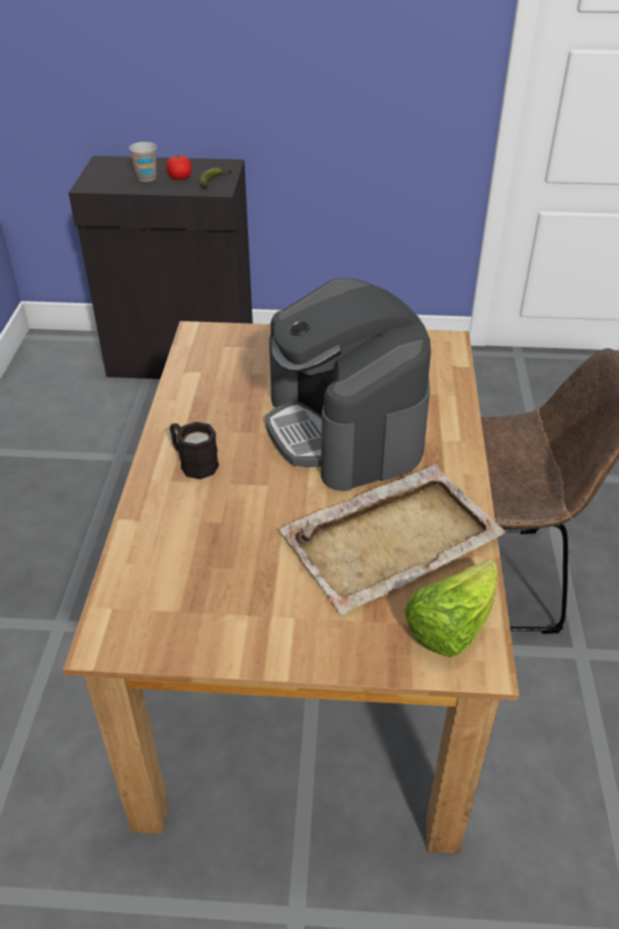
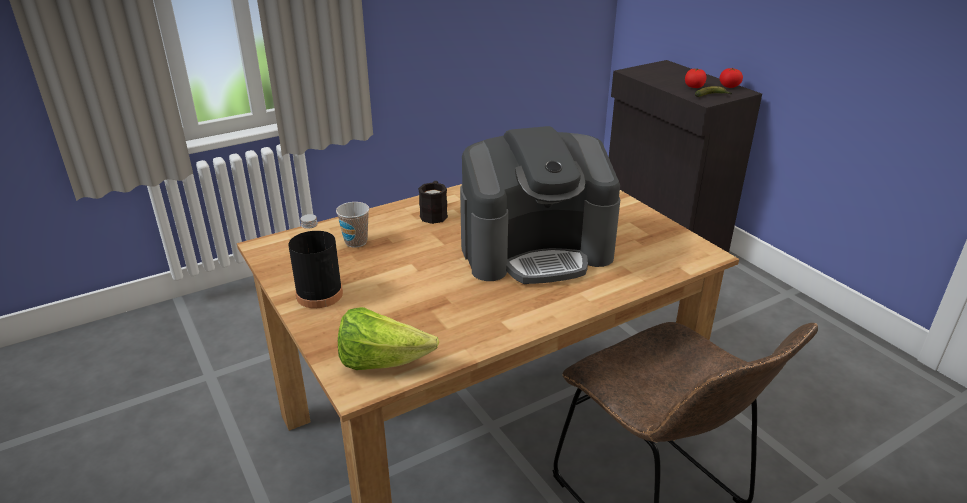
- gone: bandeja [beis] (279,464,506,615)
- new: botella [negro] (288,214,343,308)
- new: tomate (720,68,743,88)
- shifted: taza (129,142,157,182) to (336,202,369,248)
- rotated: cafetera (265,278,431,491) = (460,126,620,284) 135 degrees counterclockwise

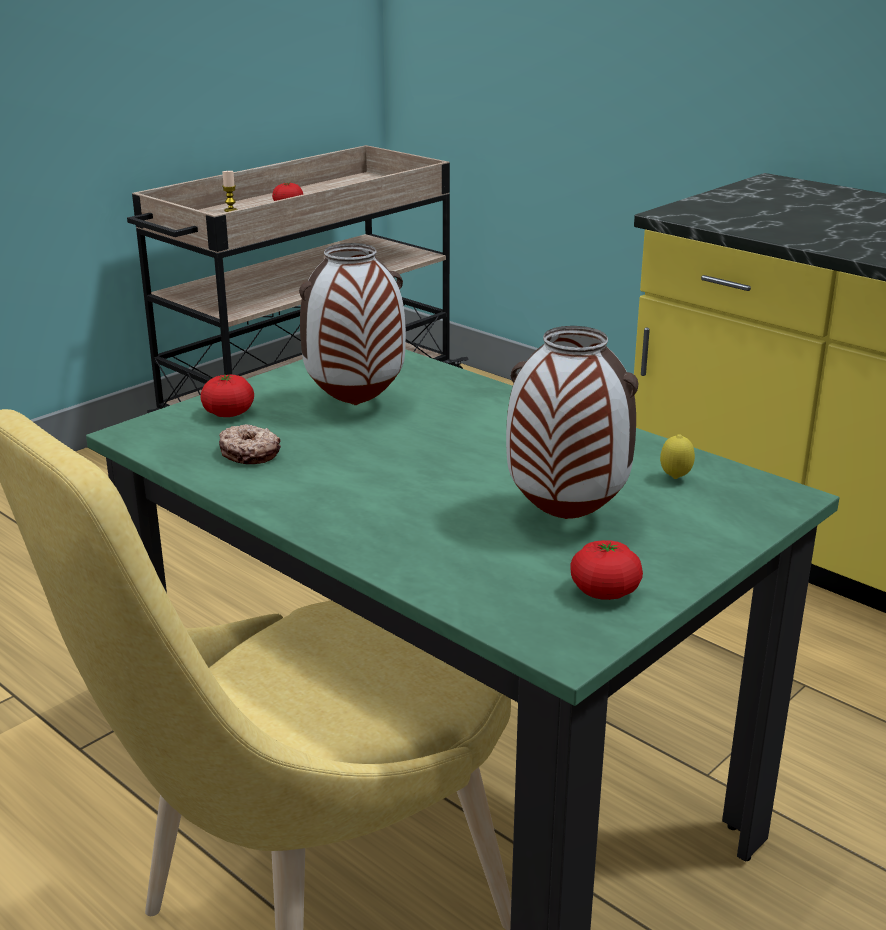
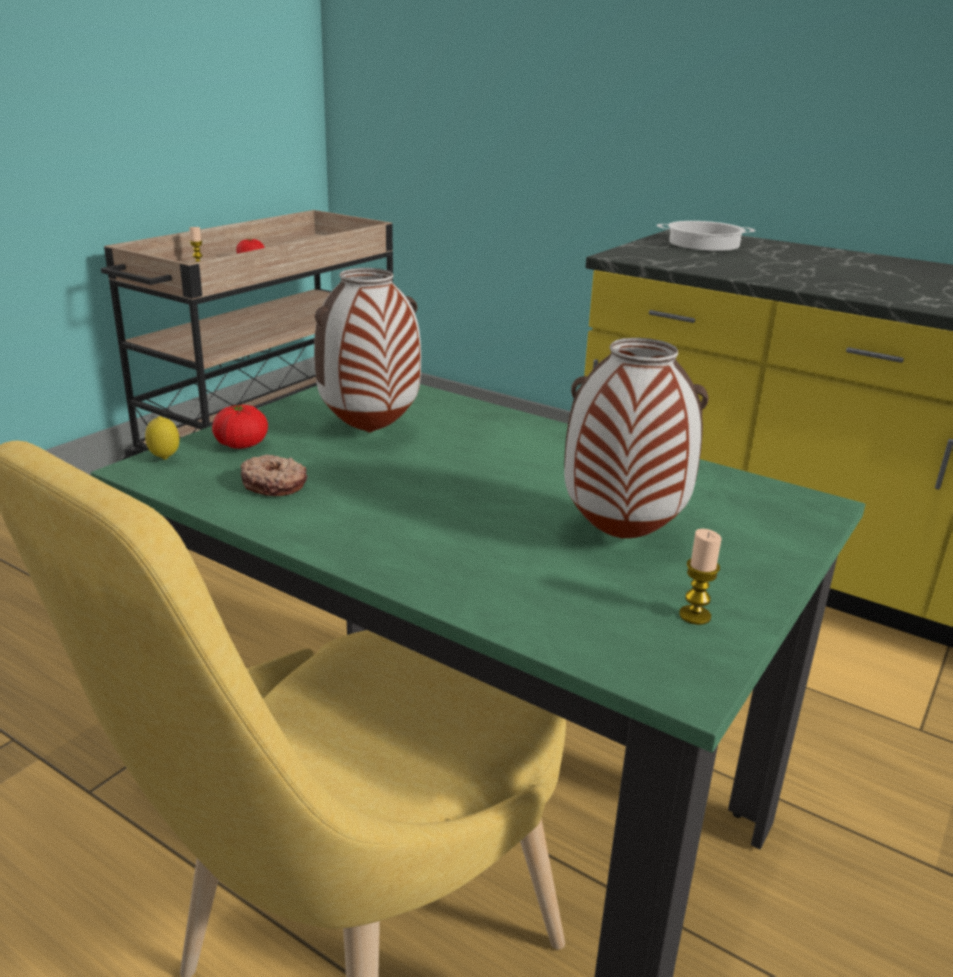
- new: olla (657,221,755,251)
- shifted: limón (660,434,695,479) to (145,416,179,460)
- swapped: tomate (570,540,643,600) to vela (679,529,722,625)

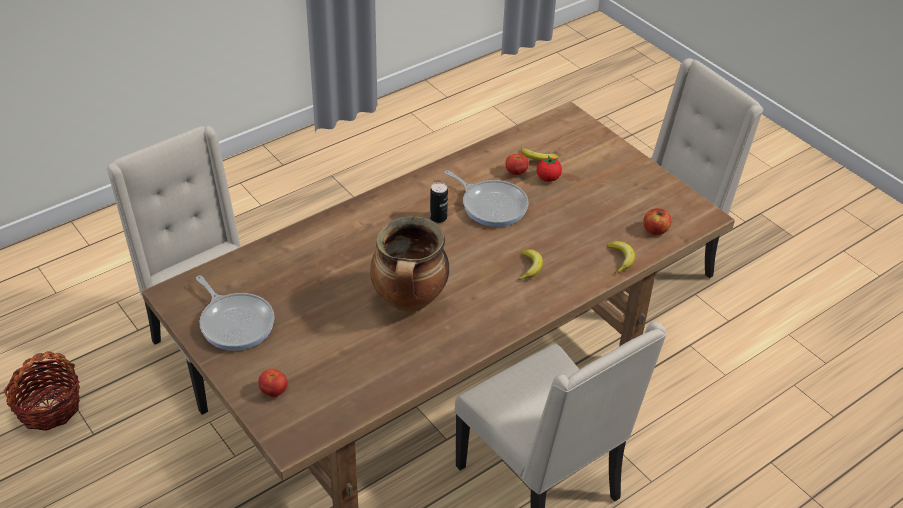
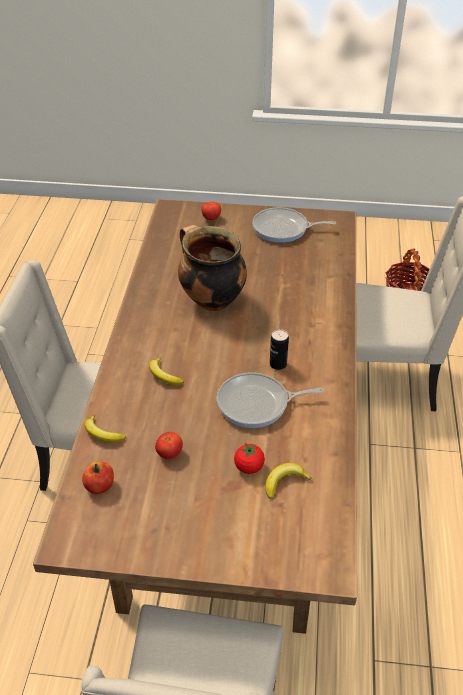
- shifted: tomate (506,154,529,175) to (155,432,183,459)

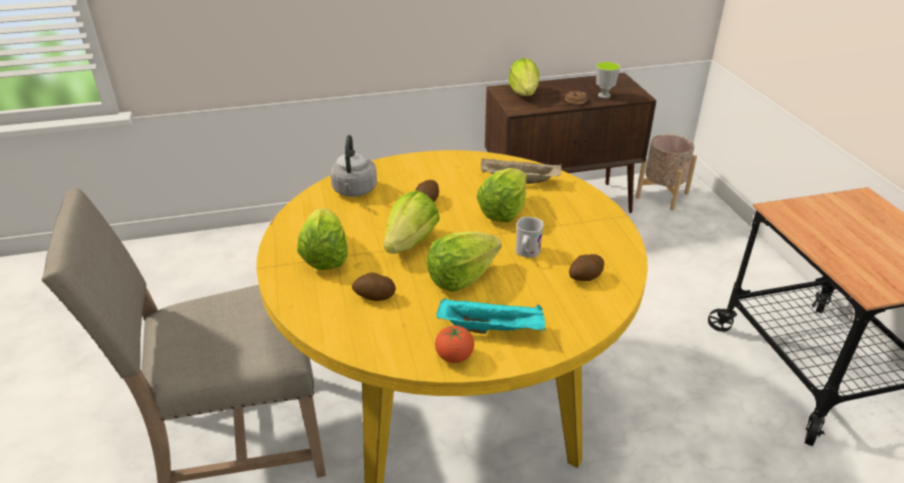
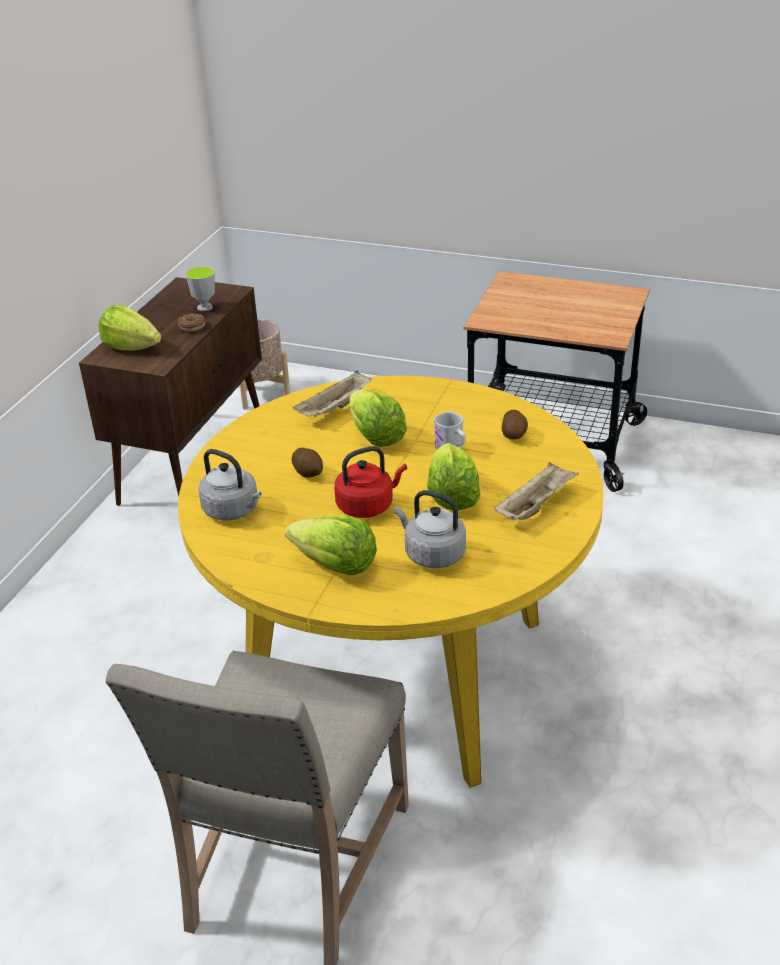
- gone: tomate (435,325,474,363)
- swapped: patata (352,272,396,301) to hervidor [gris] (394,490,466,568)
- swapped: lechuga (384,191,440,254) to hervidor [rojo] (334,446,407,518)
- repainted: bandeja [turquesa] (437,298,545,334) to bandeja [beis] (494,462,579,521)

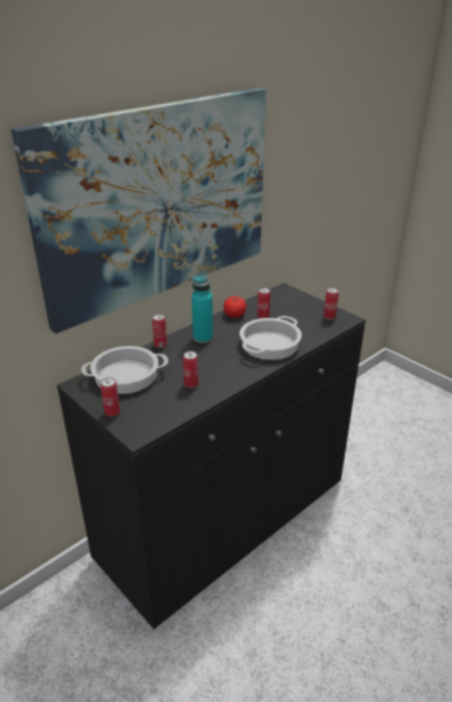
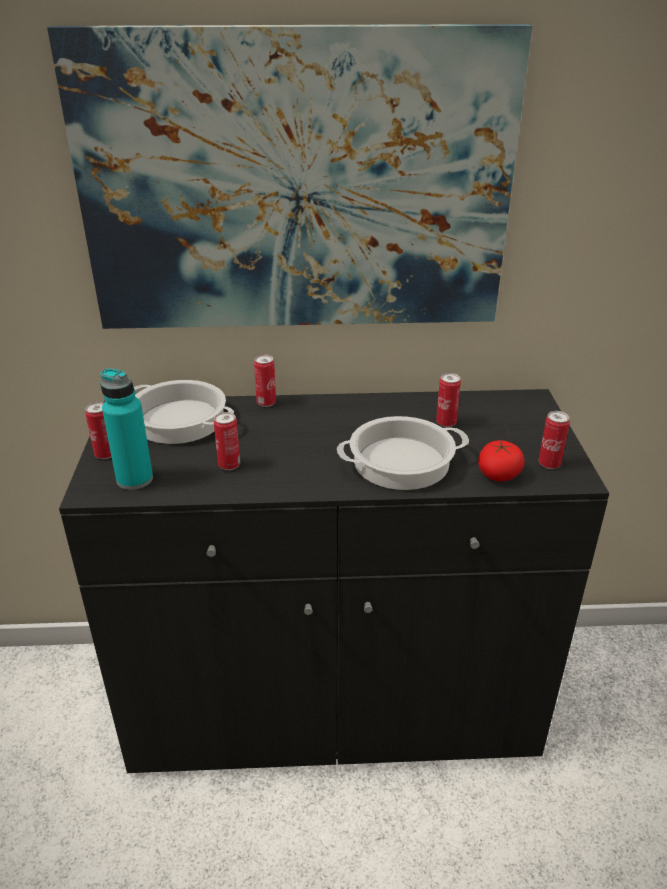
- shifted: botella [turquesa] (192,276,213,343) to (100,368,153,490)
- shifted: tomate (224,296,246,318) to (478,440,525,481)

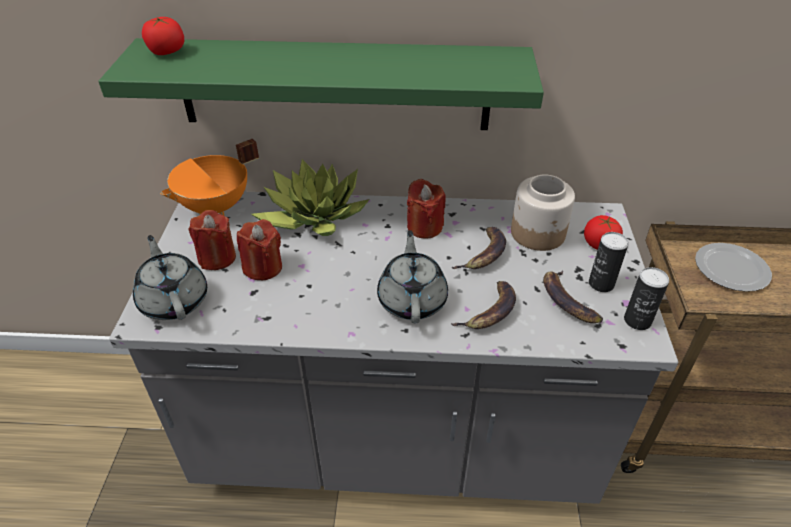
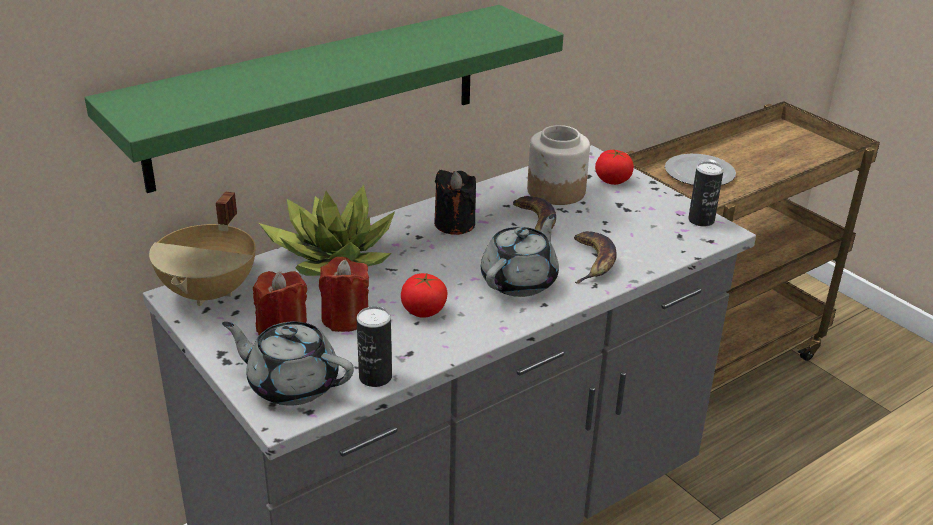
- gone: plátano (543,270,603,323)
- shifted: tomate (142,17,184,55) to (401,273,447,318)
- shifted: lata (589,232,629,292) to (357,306,392,387)
- repainted: olla [naranja] (160,139,259,215) to olla [beis] (149,191,255,306)
- repainted: vela [rojo] (407,179,446,238) to vela [negro] (434,170,476,235)
- rotated: tetera [gris] (377,230,448,324) = (481,214,559,297) 75 degrees clockwise

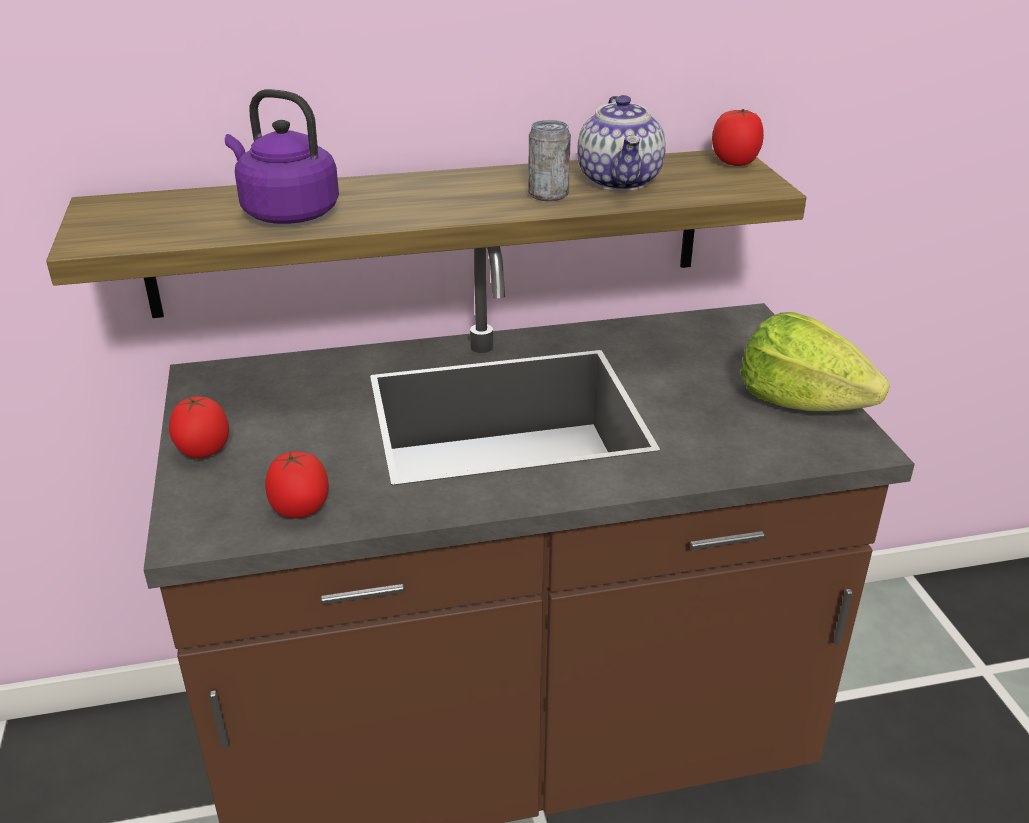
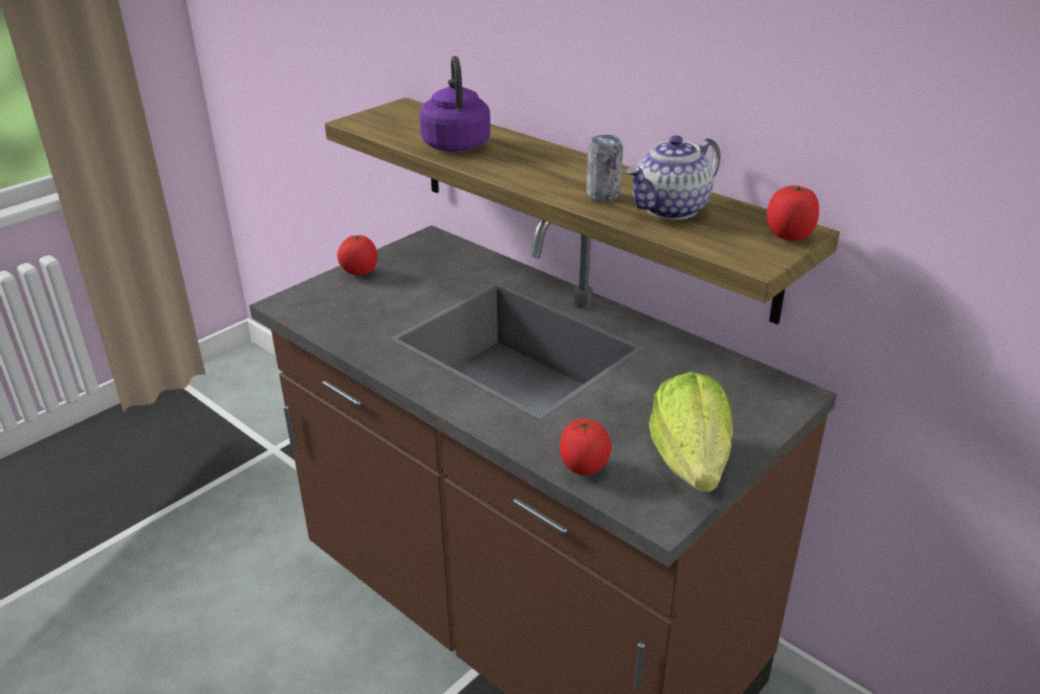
- shifted: tomate (265,451,329,518) to (560,419,612,475)

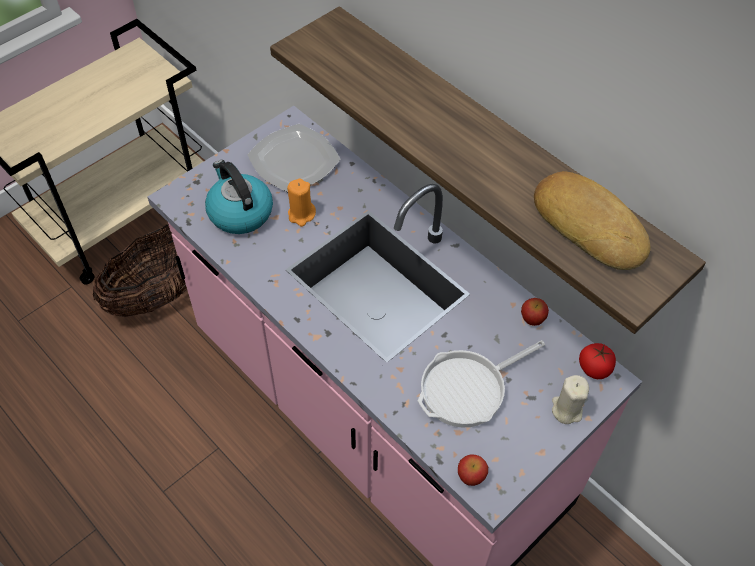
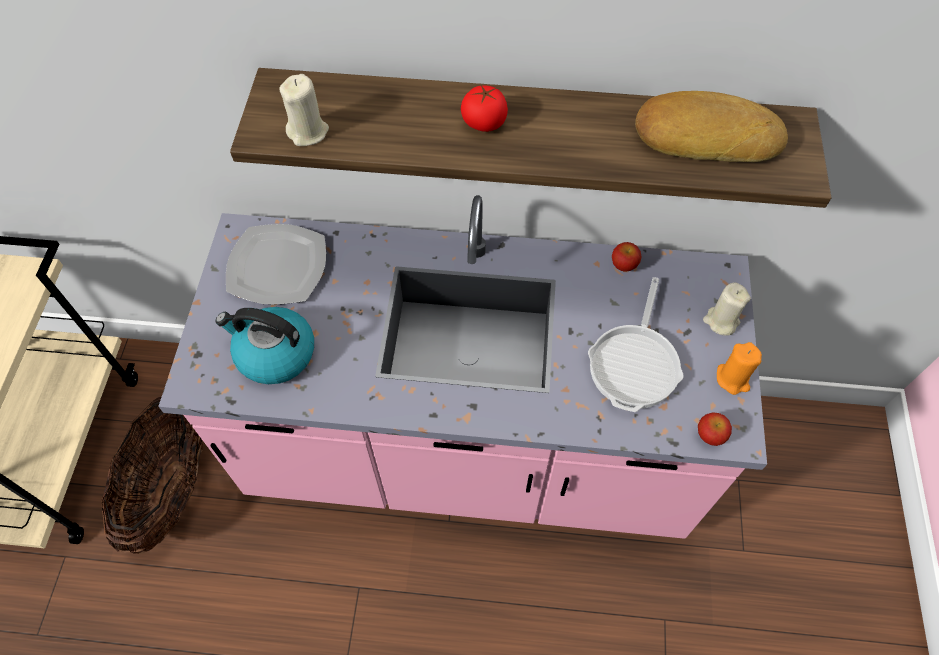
- new: vela [beis] (279,74,329,146)
- shifted: vela [naranja] (287,178,316,226) to (717,342,762,395)
- shifted: tomate (579,343,616,379) to (461,85,508,132)

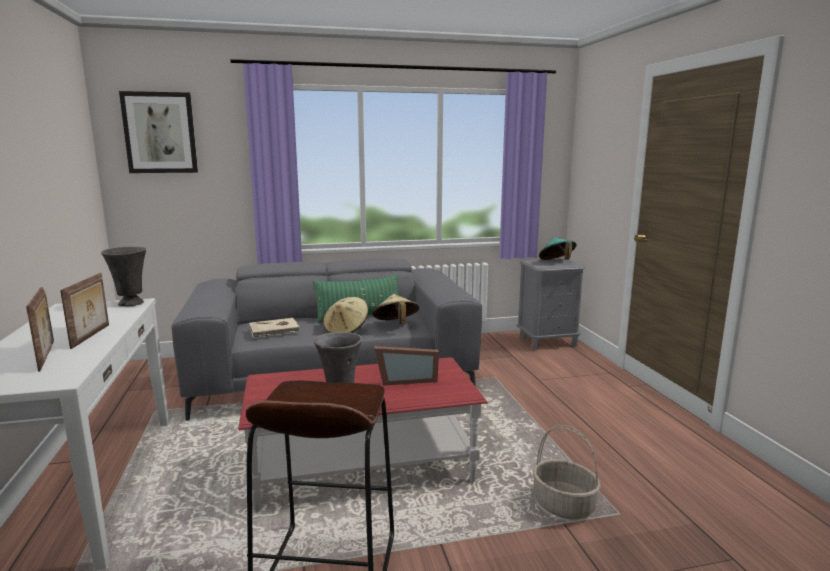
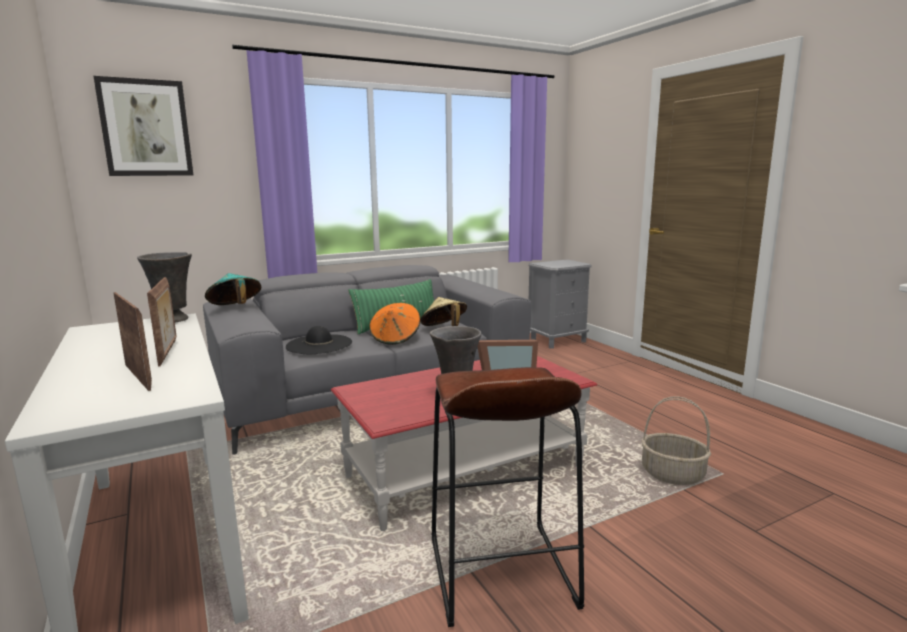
- shifted: sombrero [turquesa] (539,238,577,260) to (205,273,262,305)
- swapped: libro [beis] (249,318,301,338) to sombrero [negro] (286,326,352,354)
- repainted: sombrero [beis] (323,297,368,333) to sombrero [naranja] (369,303,420,345)

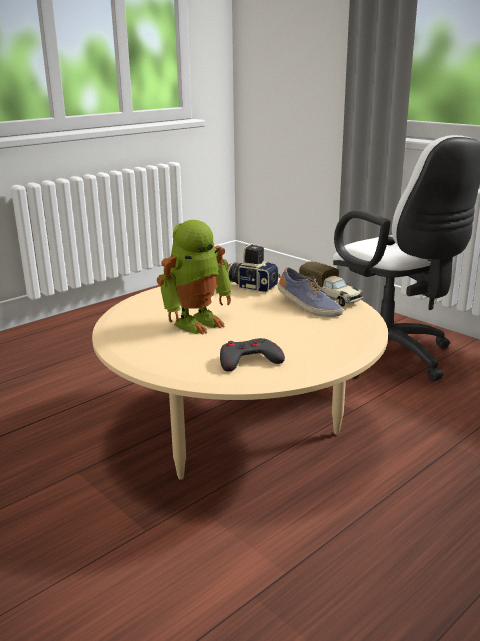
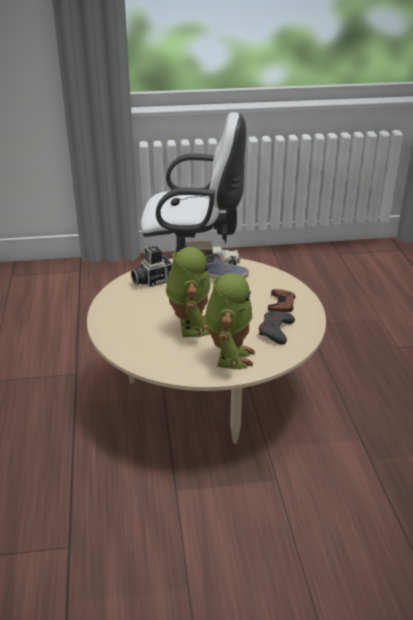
- new: robot de juguete (205,273,255,369)
- new: mando de consola [marrón] (268,289,295,312)

